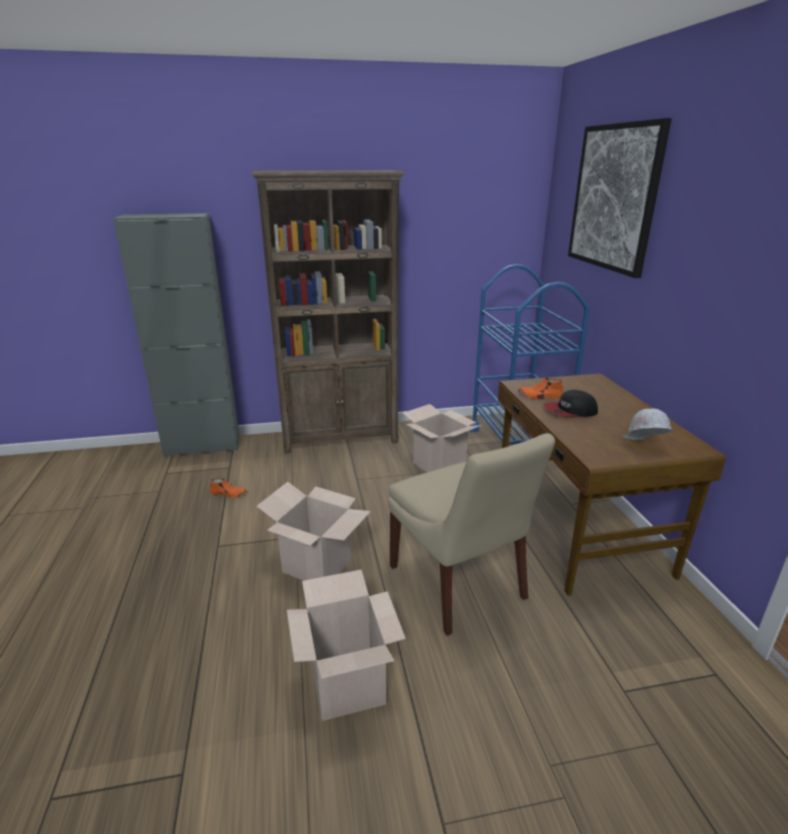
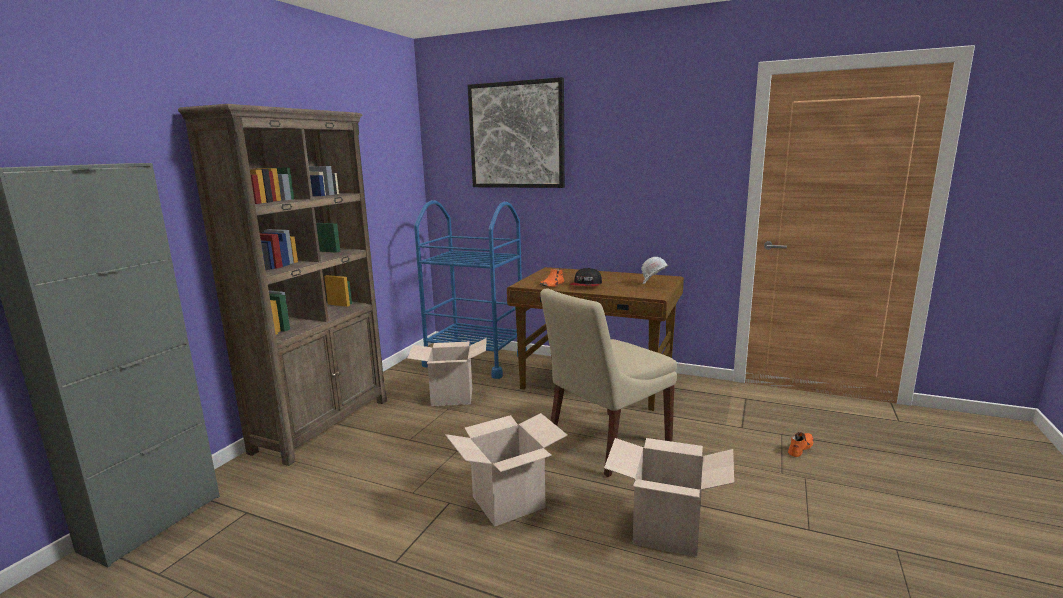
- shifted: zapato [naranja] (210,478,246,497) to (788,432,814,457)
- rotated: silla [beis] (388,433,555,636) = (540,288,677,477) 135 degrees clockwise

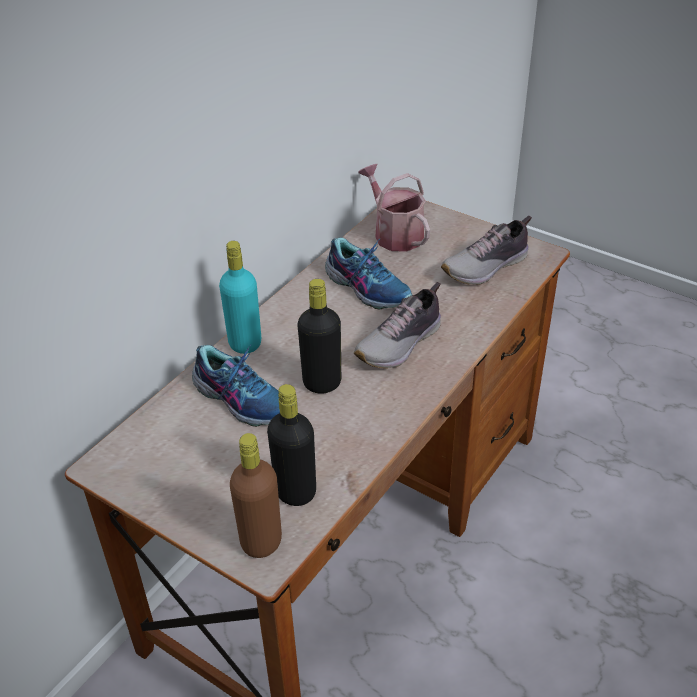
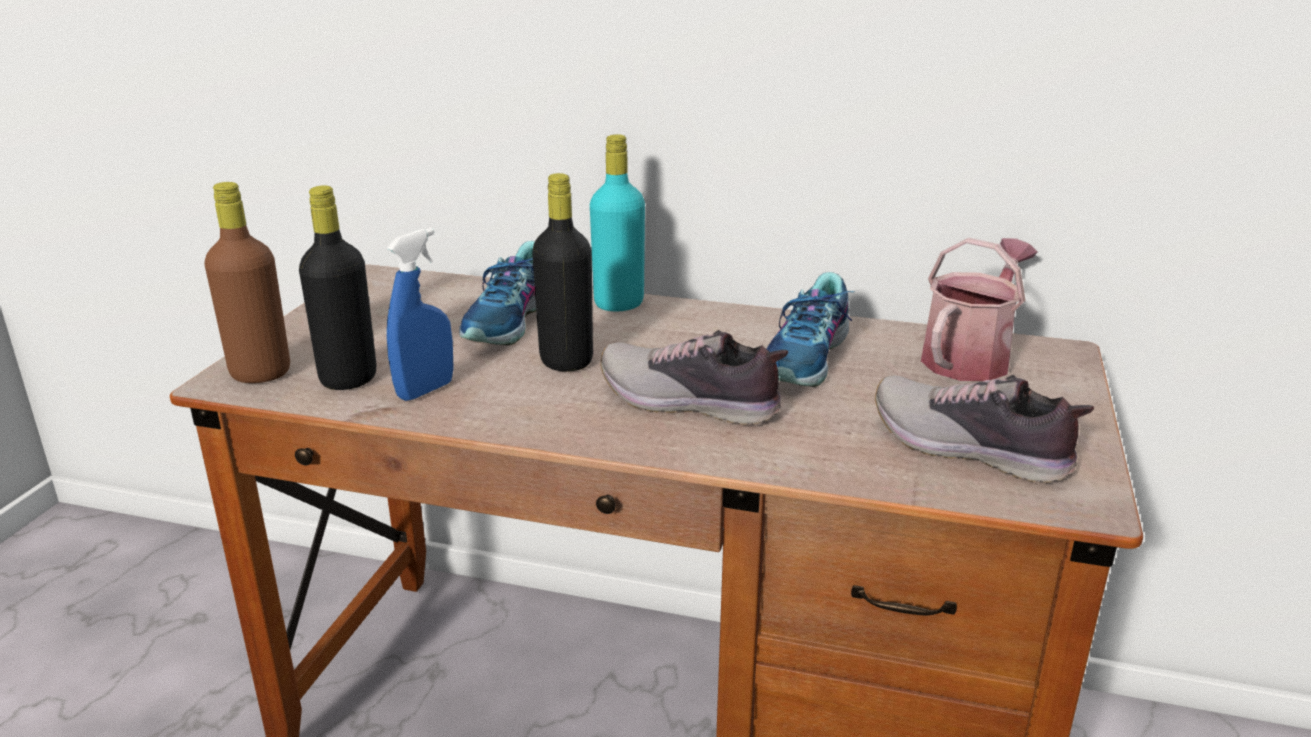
- new: pulverizador [azul] (387,228,454,401)

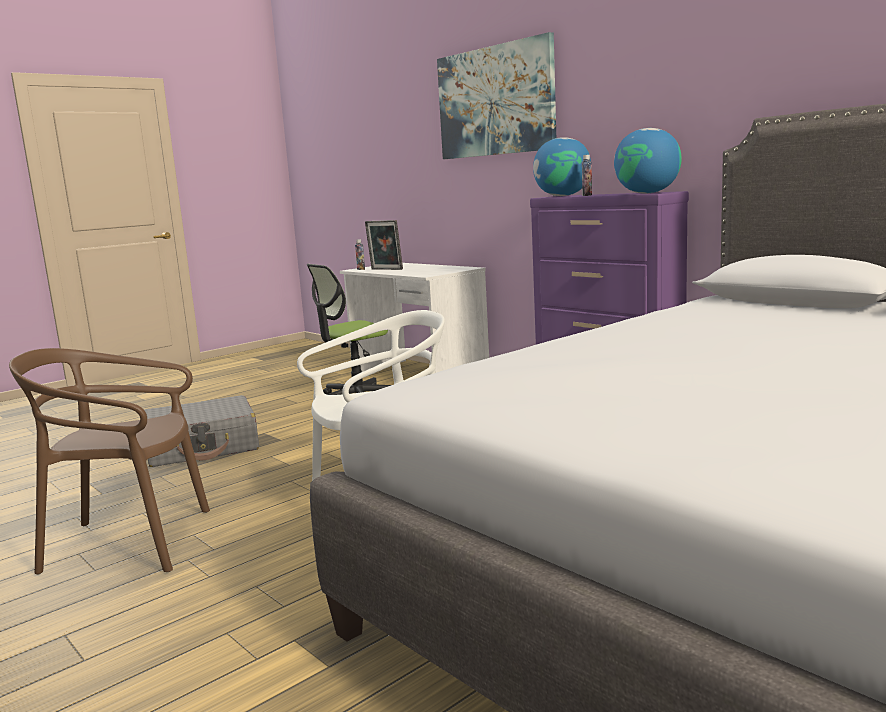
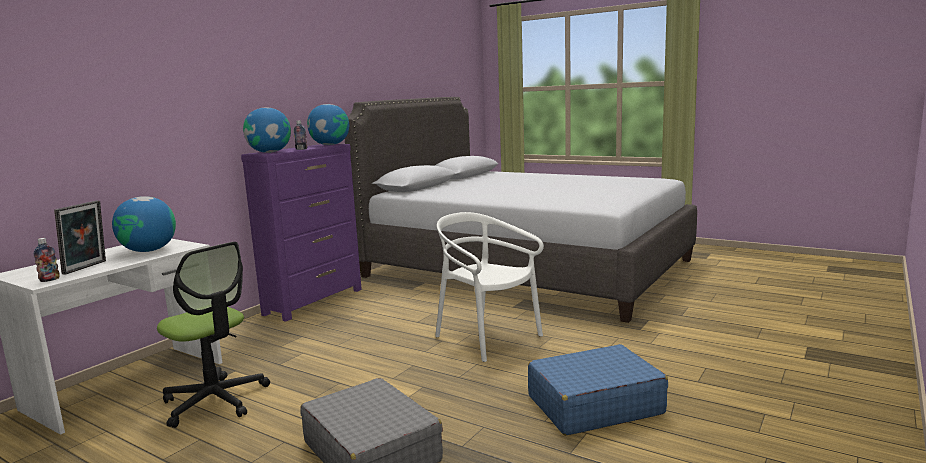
- gone: cuadro (437,32,556,159)
- new: globo terráqueo (112,196,176,252)
- swapped: silla [marrón] (9,348,210,575) to maleta [azul] (528,344,668,435)

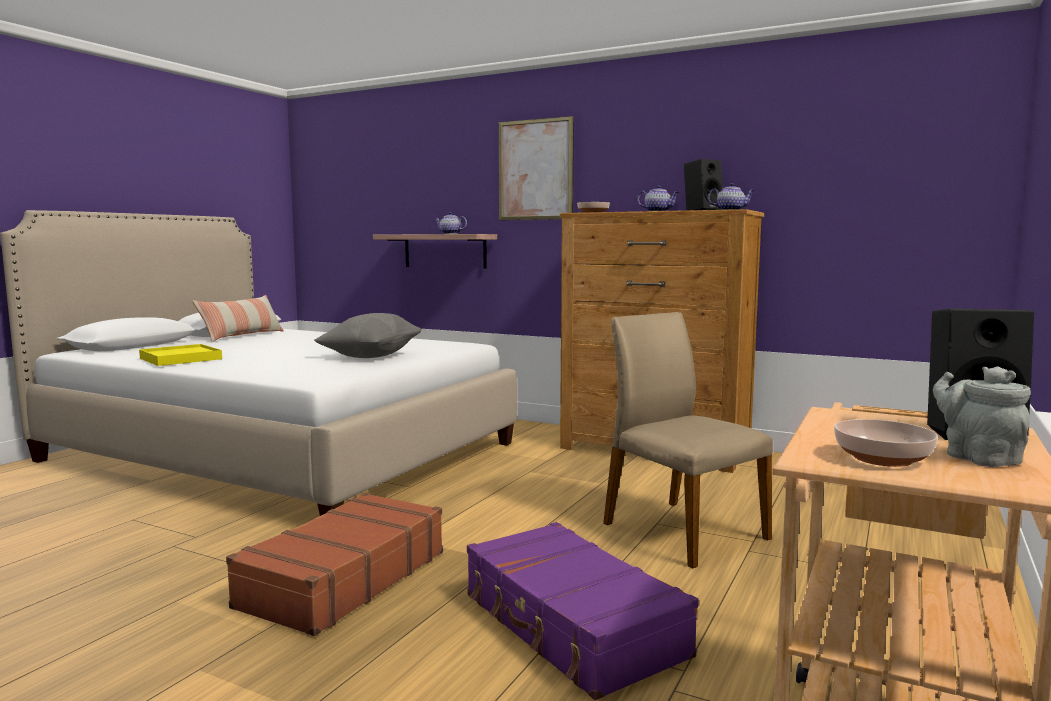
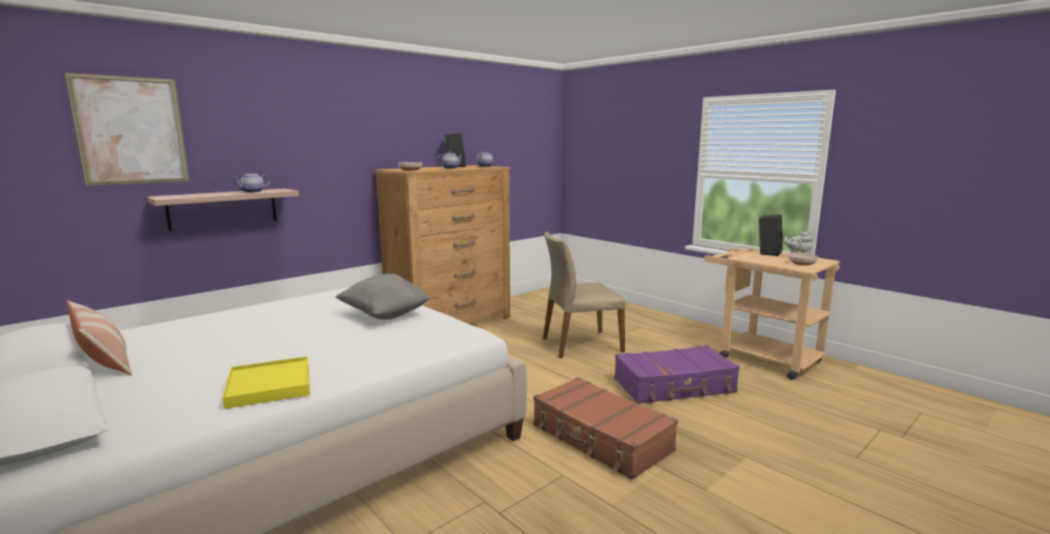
- shifted: cuadro (499,116,574,220) to (64,72,190,186)

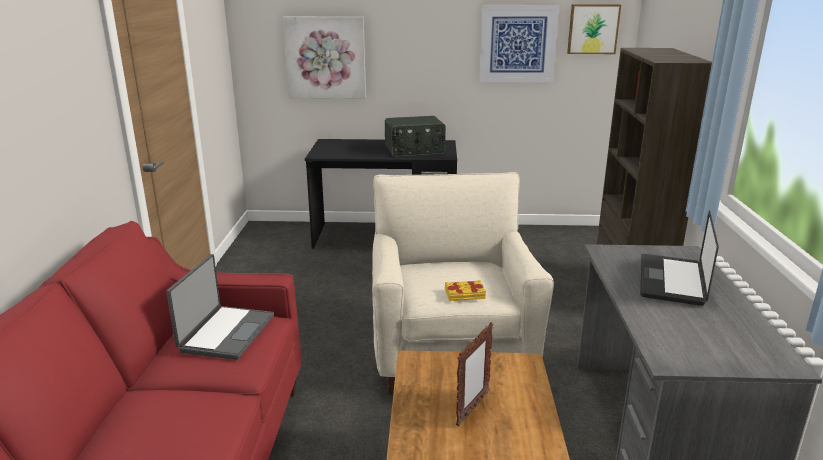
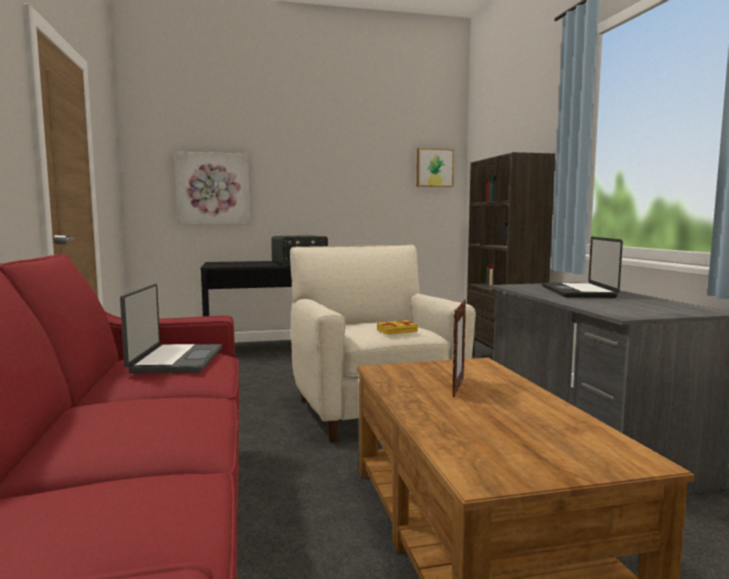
- gone: cuadro (479,5,559,83)

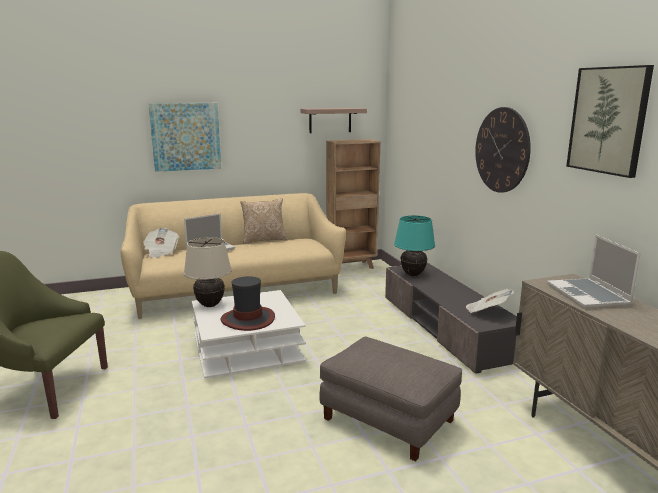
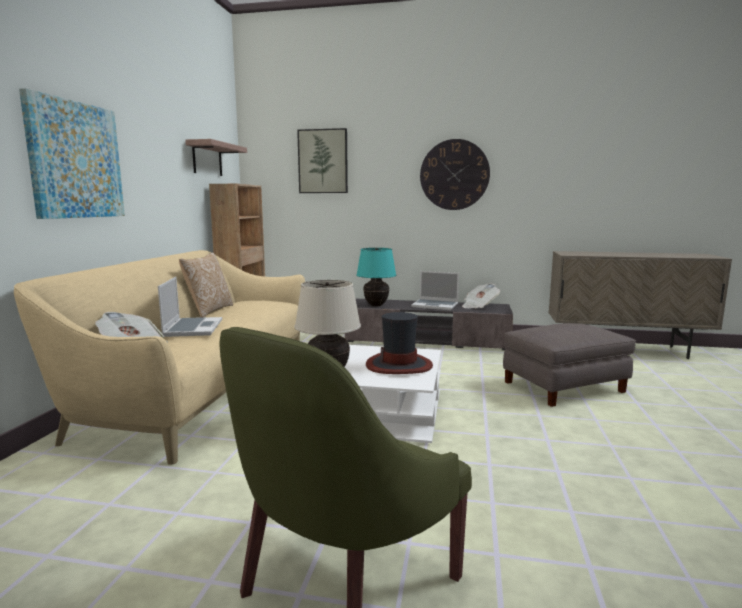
- shifted: portátil (547,235,641,308) to (411,271,459,310)
- shifted: cuadro (566,65,654,178) to (297,128,348,193)

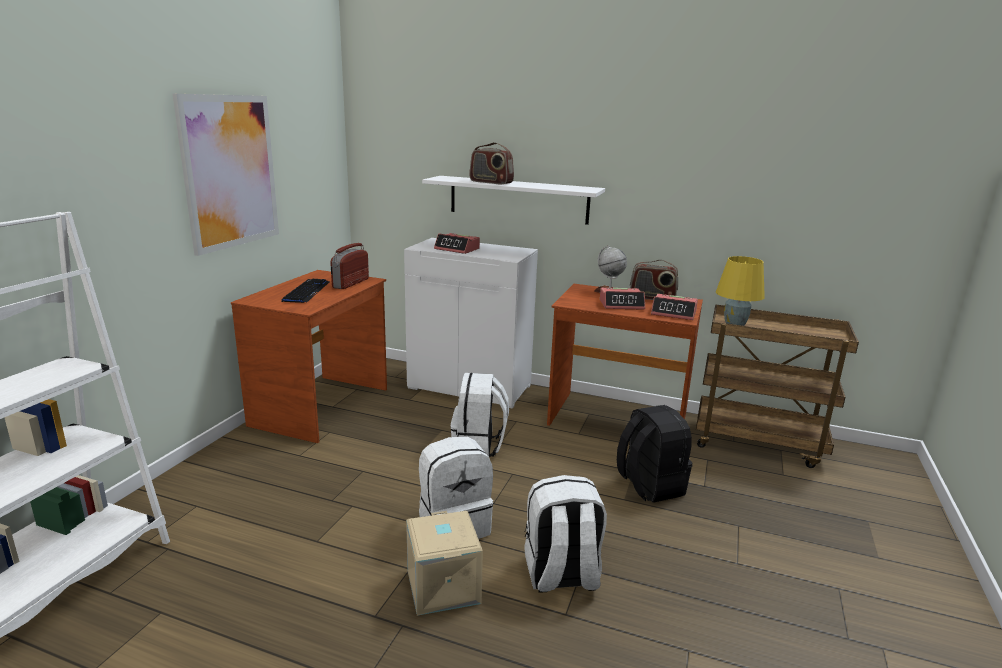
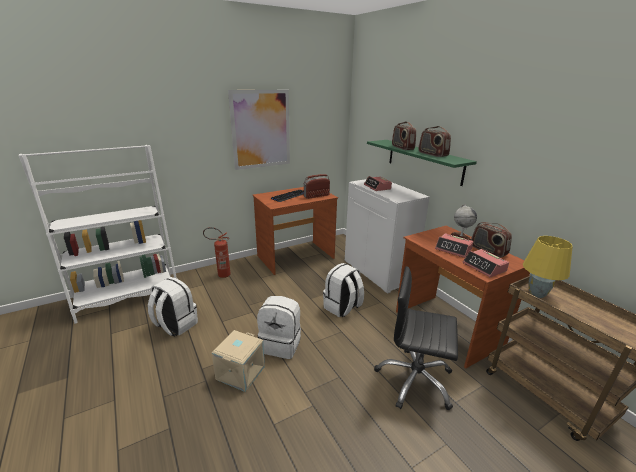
- new: extintor (203,227,231,278)
- new: radio (418,126,451,157)
- shifted: mochila [blanco] (524,475,607,593) to (148,277,198,337)
- swapped: mochila [negro] (617,405,692,503) to silla de oficina [negro] (374,266,458,410)
- repainted: estante [blanco] (422,176,605,225) to estante [verde] (367,140,477,186)

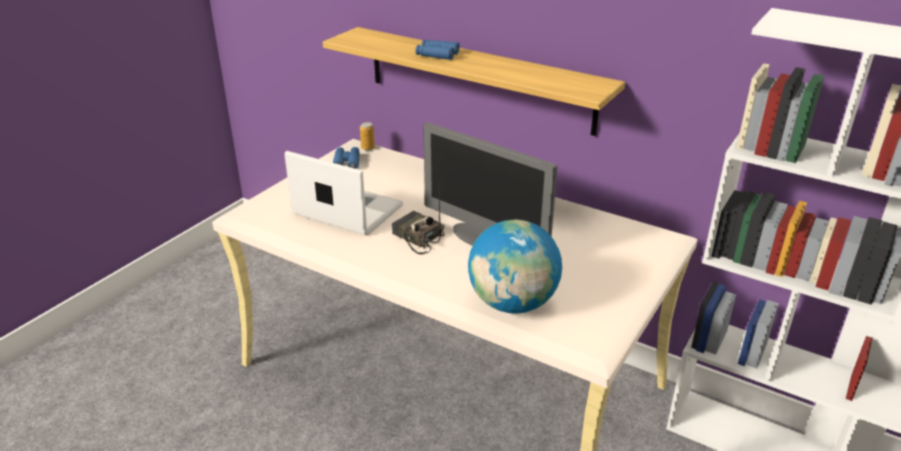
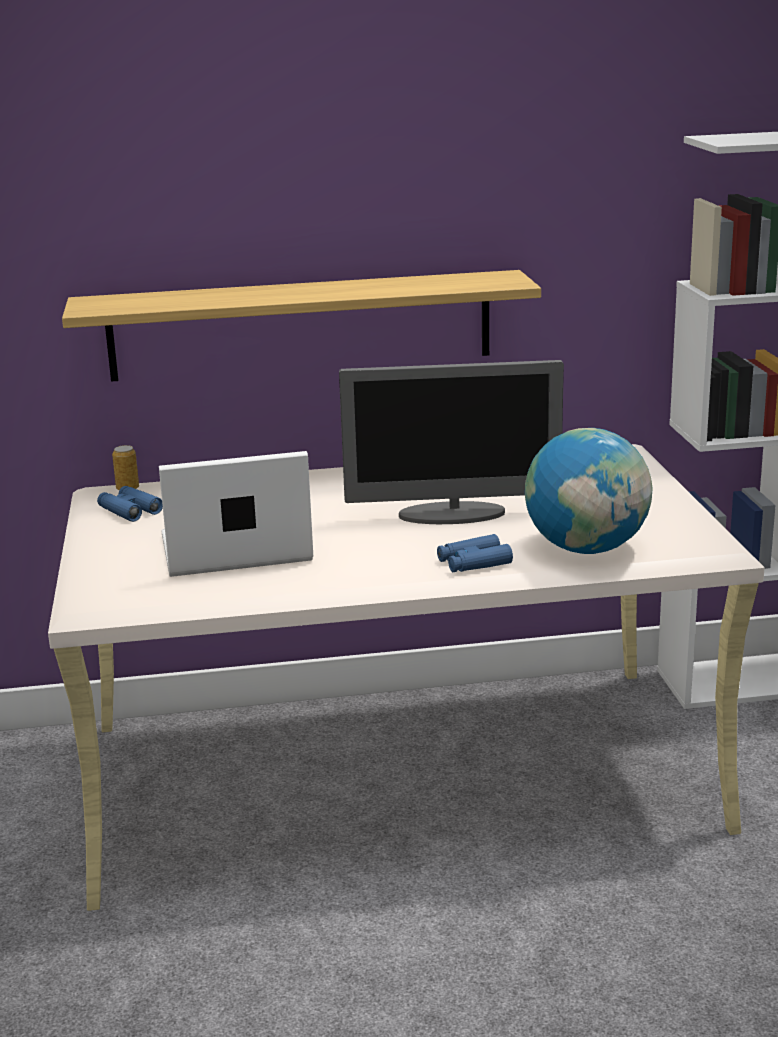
- gone: radio (392,181,444,255)
- shifted: prismáticos [azul] (416,40,460,60) to (437,534,513,572)

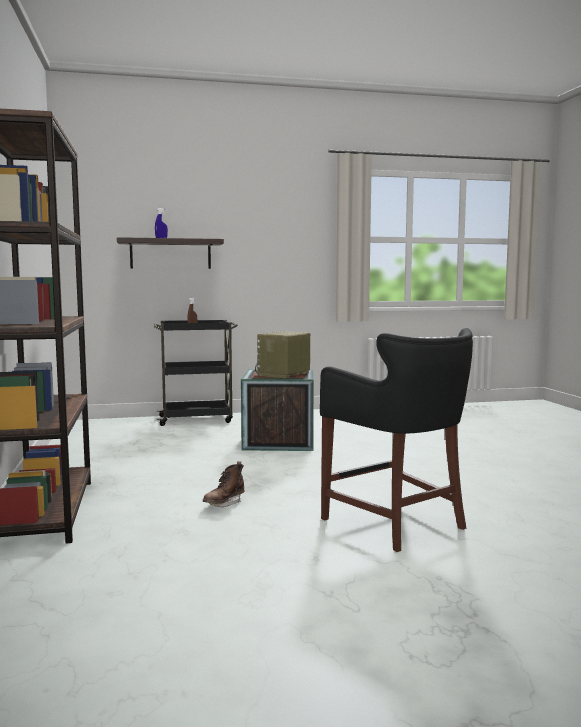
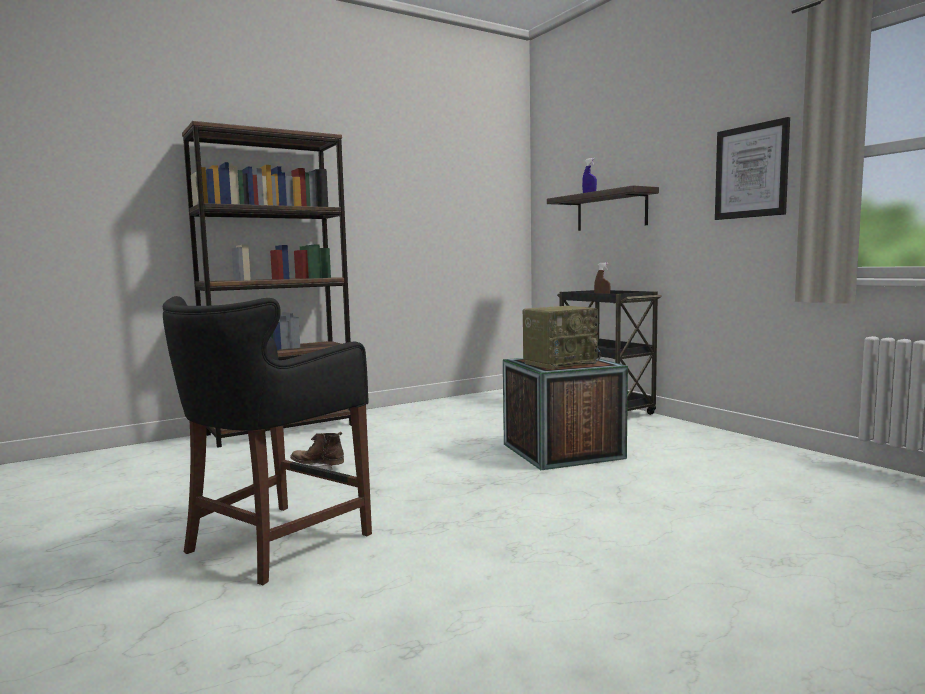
- new: cuadro (715,117,790,220)
- rotated: radio (255,331,310,378) = (522,306,601,369) 135 degrees clockwise

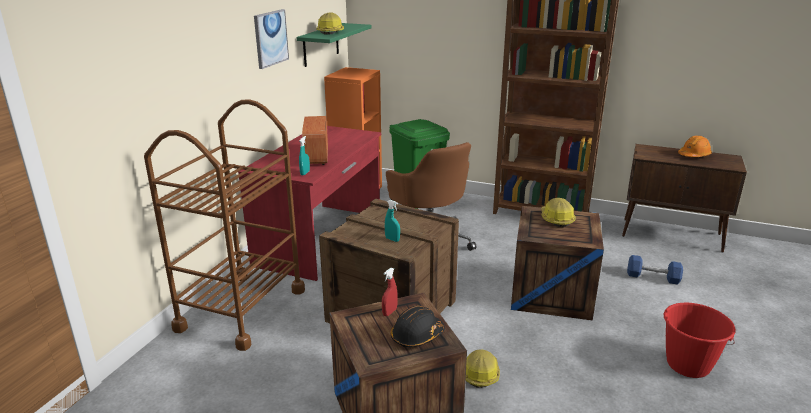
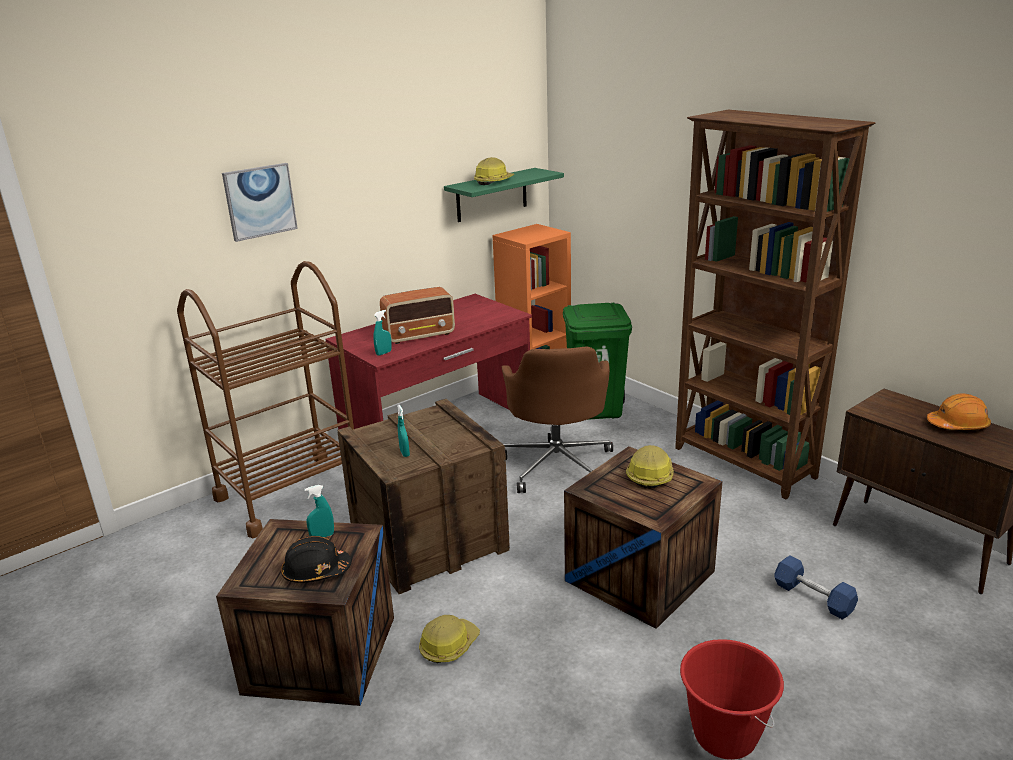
- shifted: cuadro (254,9,289,69) to (222,163,298,242)
- repainted: pulverizador [rojo] (382,268,397,316) to pulverizador [turquesa] (304,485,334,537)
- rotated: radio (302,116,328,165) = (380,287,455,344) 135 degrees counterclockwise

